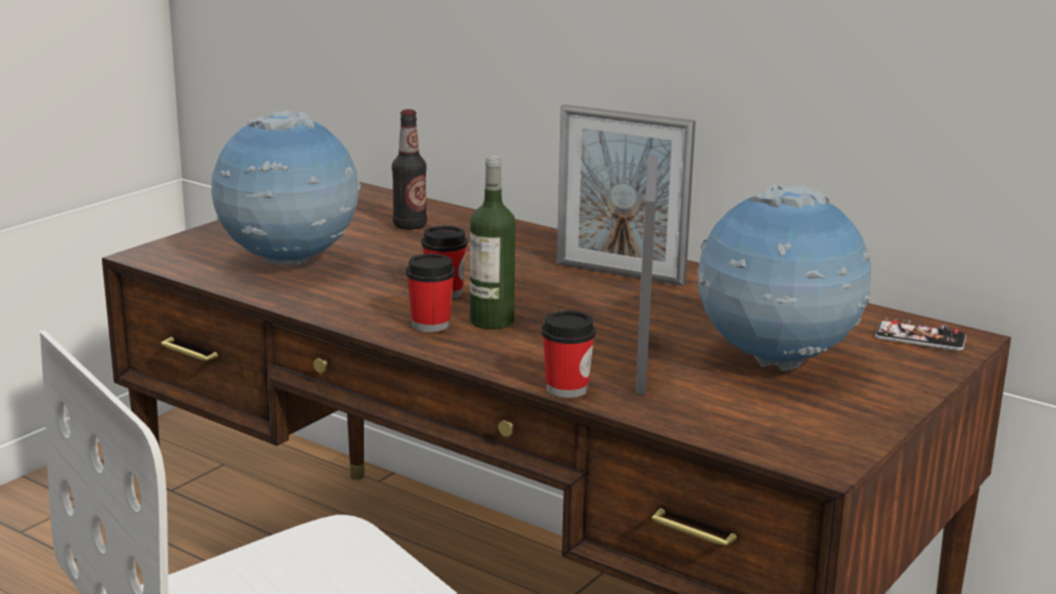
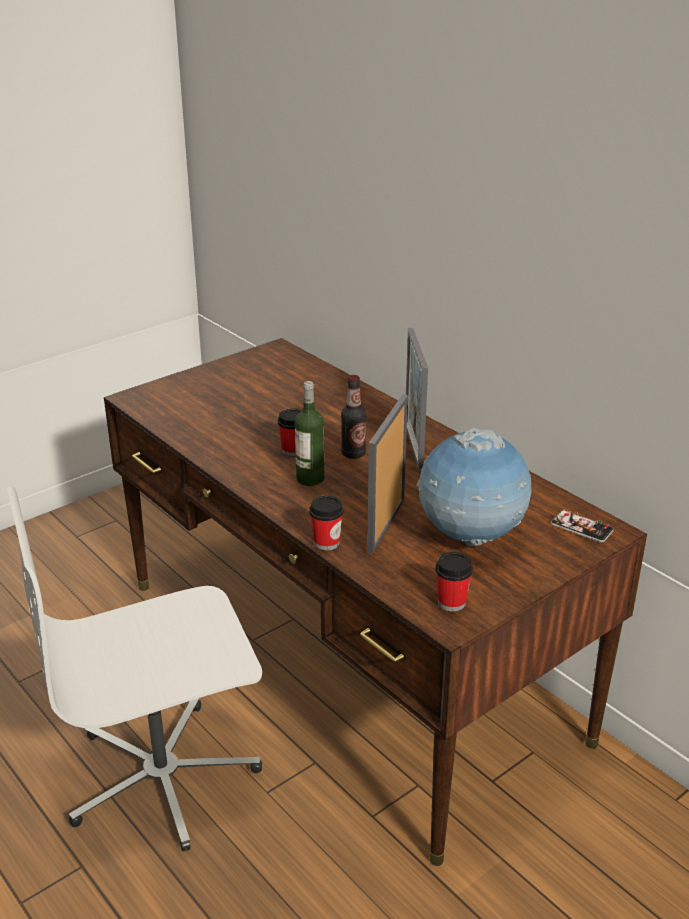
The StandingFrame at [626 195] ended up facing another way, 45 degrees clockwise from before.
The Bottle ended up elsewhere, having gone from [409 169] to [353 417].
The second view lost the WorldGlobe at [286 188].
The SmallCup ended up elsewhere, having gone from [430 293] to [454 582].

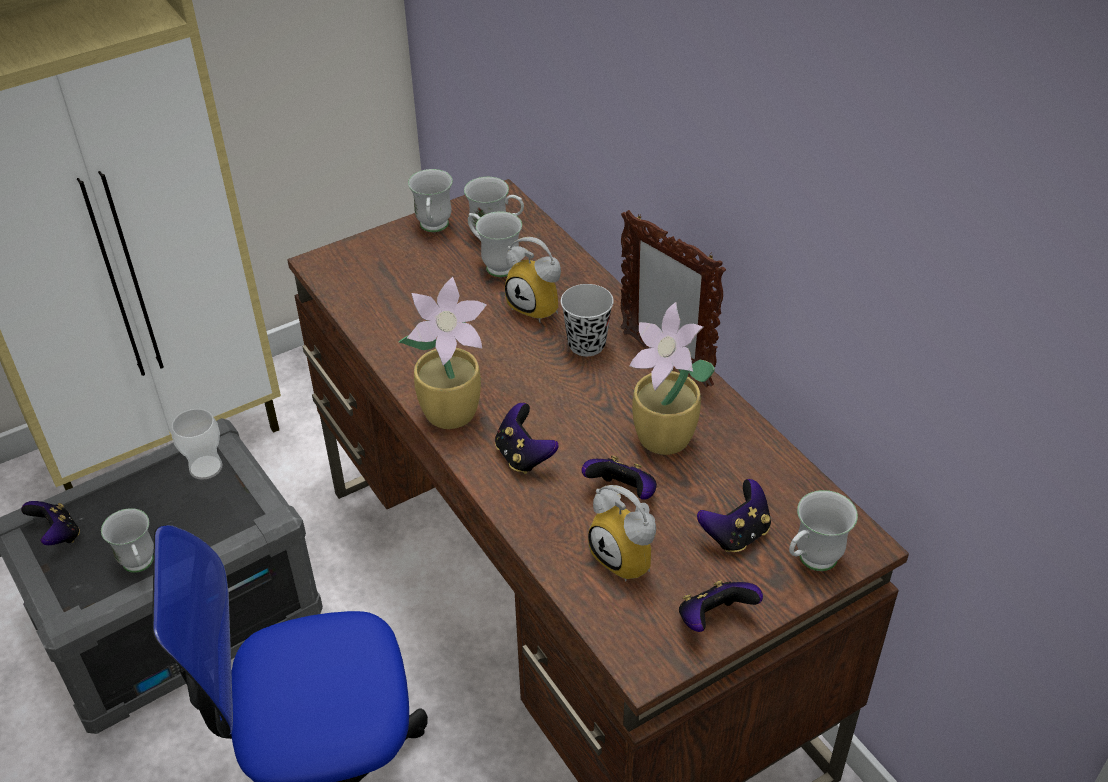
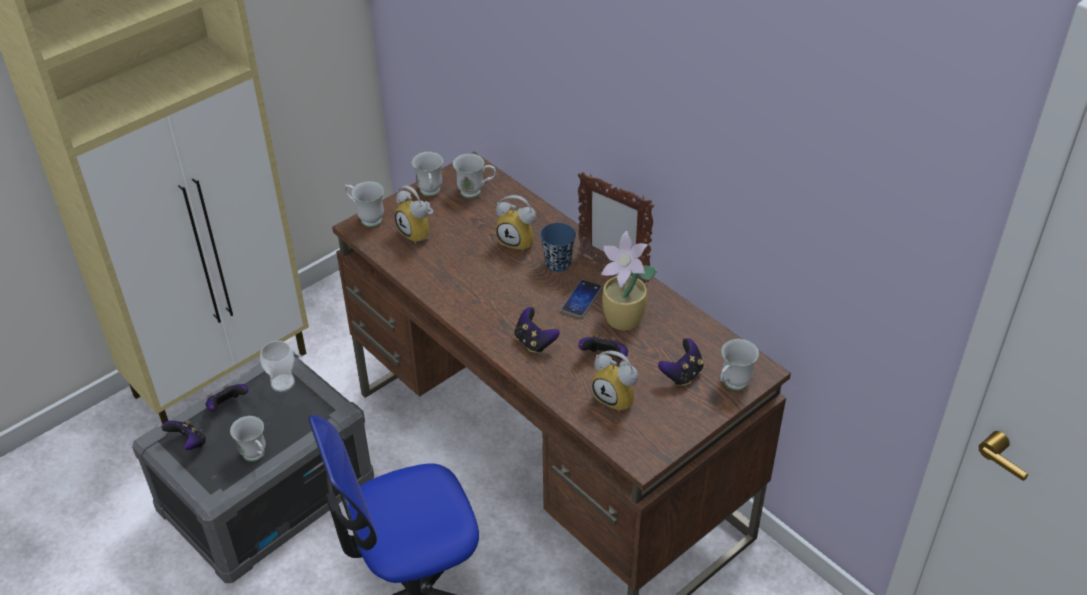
The WhiteColouredTeaMug ended up elsewhere, having gone from [495 244] to [364 204].
The second view lost the Houseplant at [443 353].
What was the BlackColouredSmallCup at [587 320] turned into the BlueColouredSmallCup at [558 247].
The Joypad ended up elsewhere, having gone from [721 606] to [227 397].
The second view gained the TableClock at [414 215].
The second view gained the Handset at [581 299].

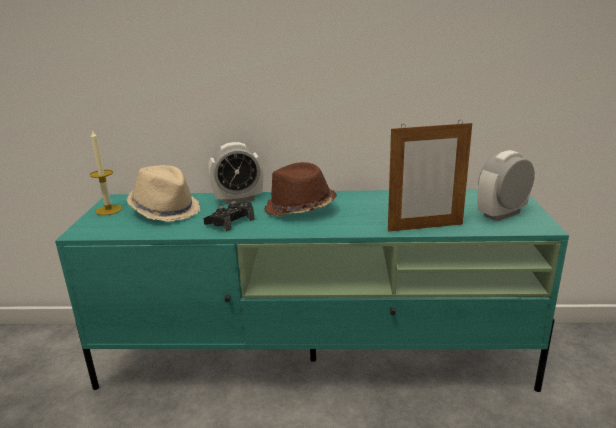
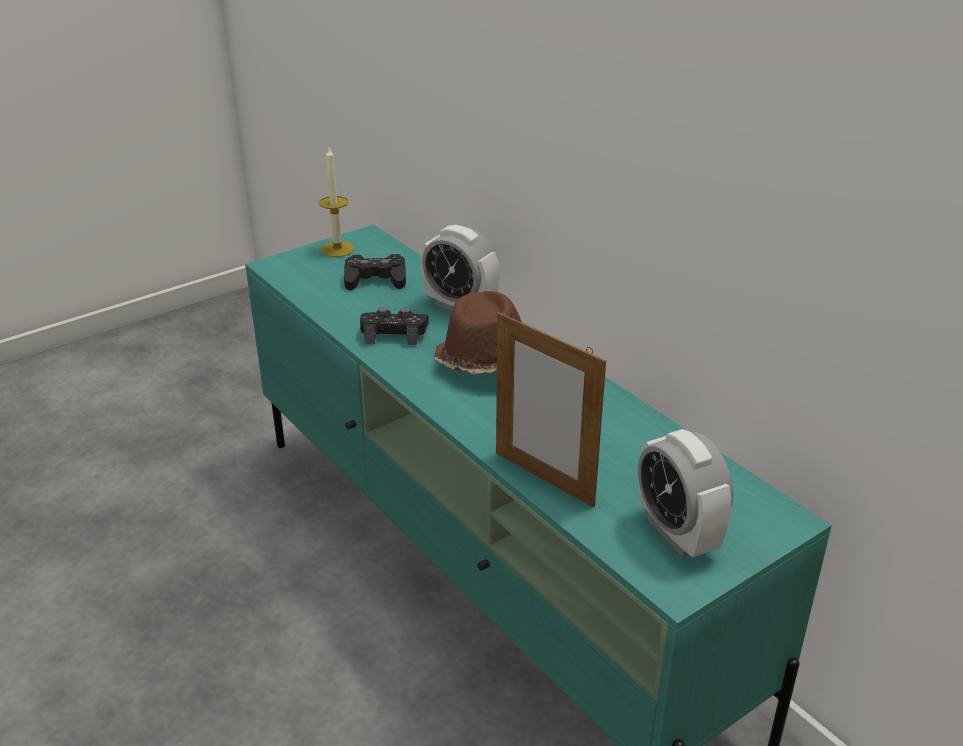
The TableClock at [506 185] ended up facing another way, 135 degrees counterclockwise from before.
Where the BeigeColouredClothingHat stood at [163 193], the BlackColouredJoypad came to stand at [375 272].

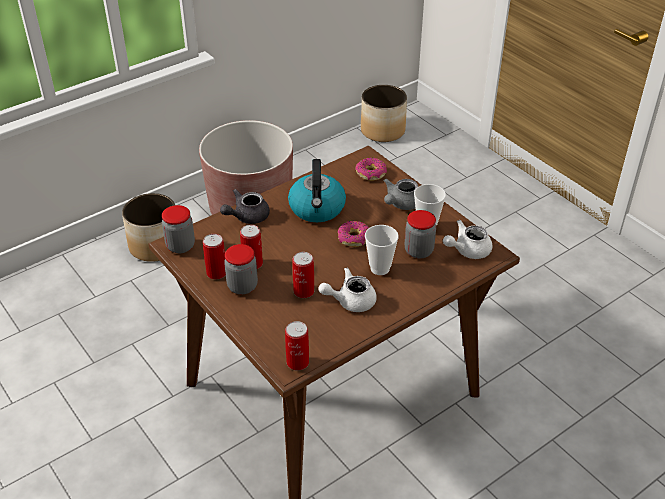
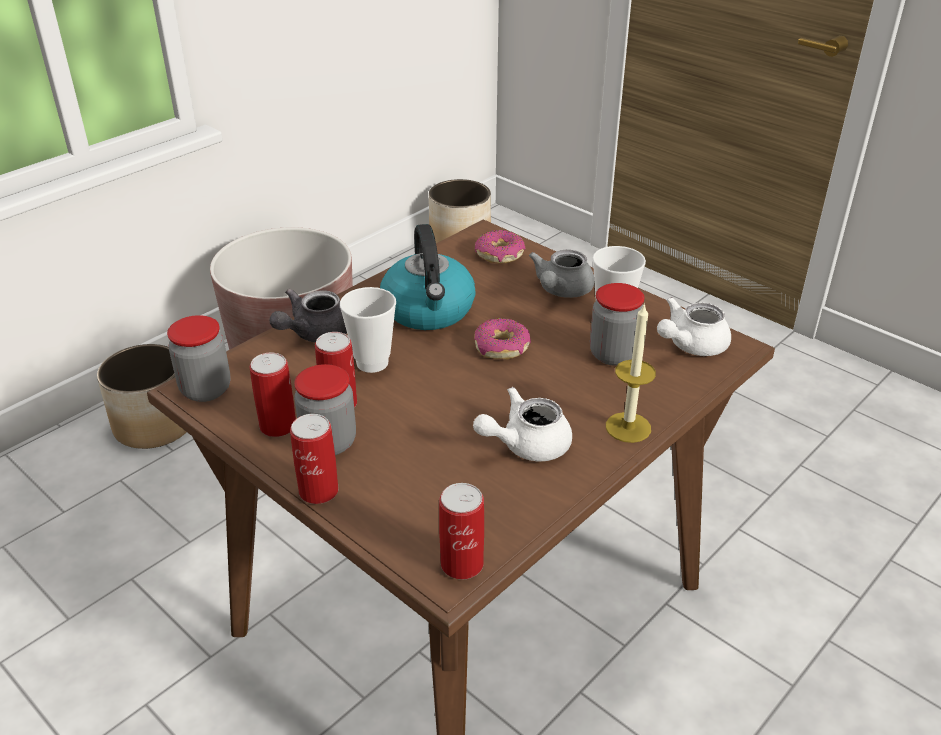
The SmallCup ended up elsewhere, having gone from [382 250] to [368 330].
The SealedCan ended up elsewhere, having gone from [303 275] to [314 459].
The second view gained the WaxLight at [631 372].

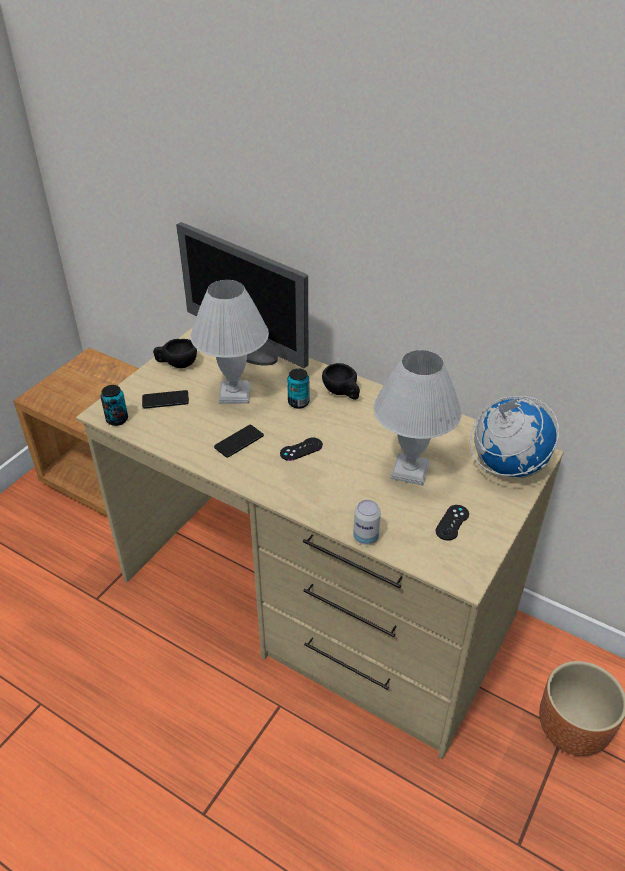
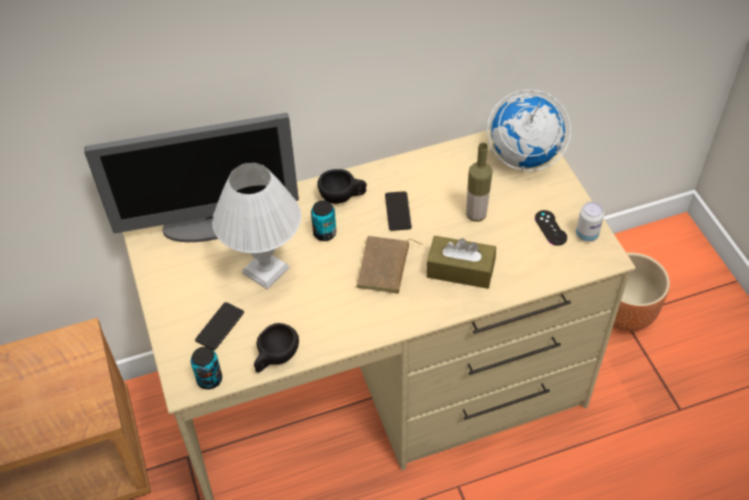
The BlackColouredSmallCup ended up elsewhere, having gone from [175 353] to [276 347].
Where the WhiteColouredTableLamp stood at [417 418], the Bottle came to stand at [479 182].
The Handset ended up elsewhere, having gone from [239 441] to [398 211].
Where the BlackColouredJoypad stood at [301 449], the BrownColouredBook came to stand at [389 265].
The SealedCan ended up elsewhere, having gone from [367 522] to [590 222].
The second view gained the BrownColouredBoxOfTissues at [461 262].

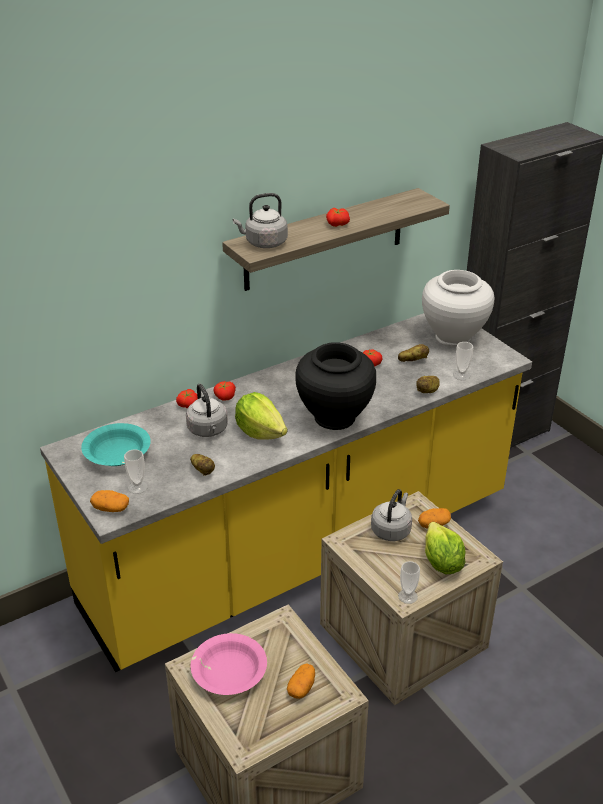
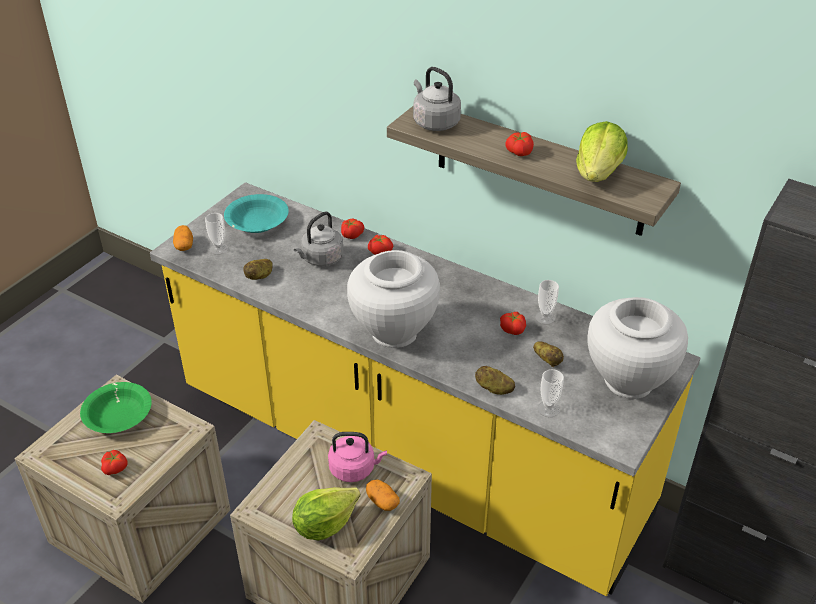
What was the BlackColouredVase at [335 386] turned into the WhiteColouredVase at [393 299].
The HeadOfLettuce ended up elsewhere, having gone from [261 416] to [602 151].
What was the GrayTeaKettle at [391 515] turned into the PinkishTeaKettle at [357 457].
The SmallCup ended up elsewhere, having gone from [409 582] to [547 302].
What was the PinkishServingBowl at [229 664] turned into the GreenColouredServingBowl at [116 407].
Where the Potato stood at [301 681], the WholeTomato came to stand at [114 462].

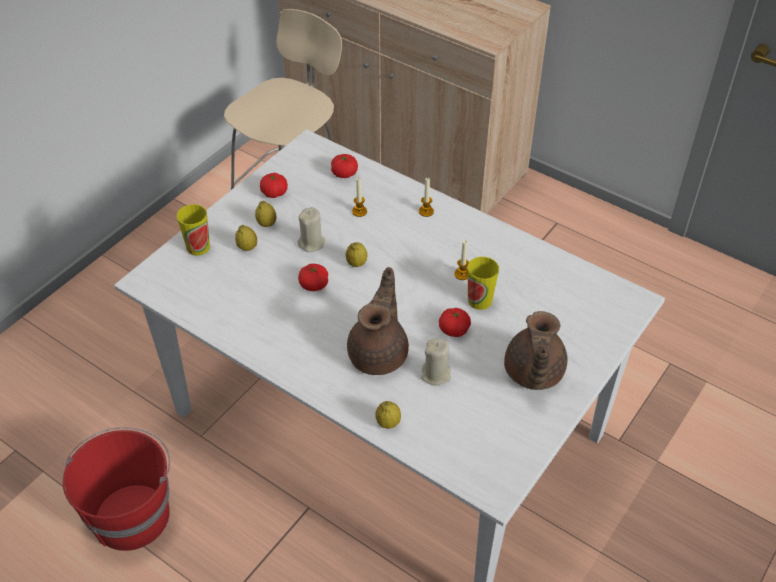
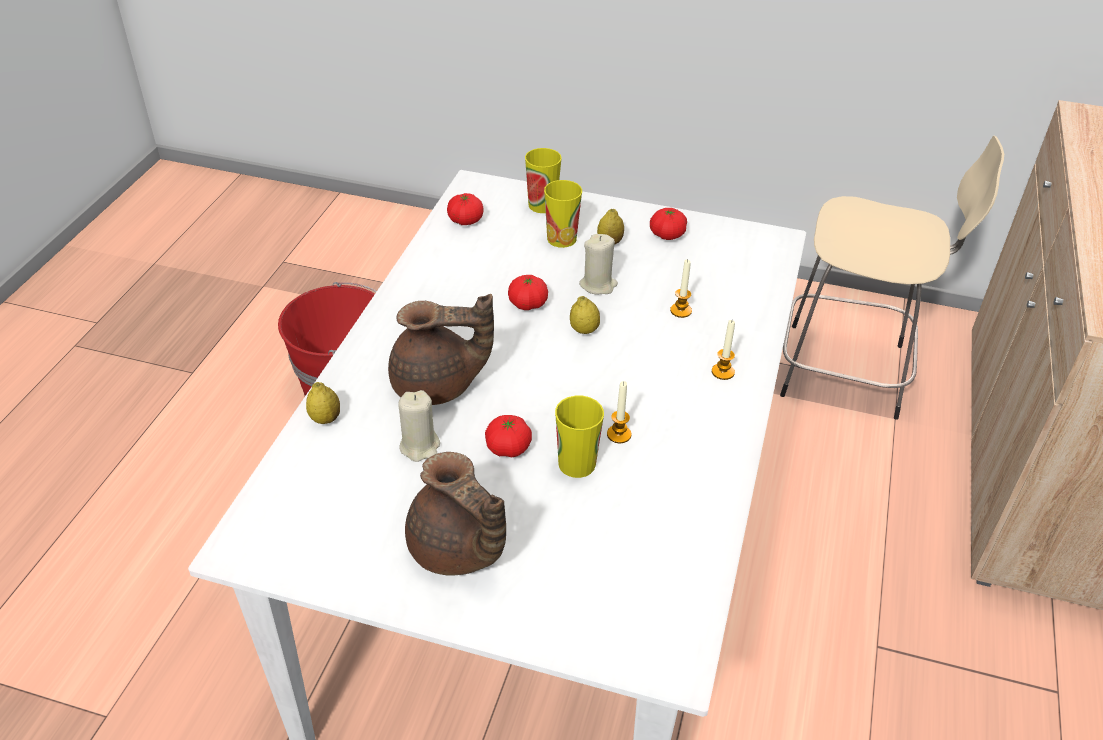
The WholeTomato ended up elsewhere, having gone from [344 166] to [465 209].
Where the Lemon stood at [246 238], the SmallCup came to stand at [563 214].
The BrownColouredTeaPot at [535 350] ended up facing another way, 120 degrees counterclockwise from before.

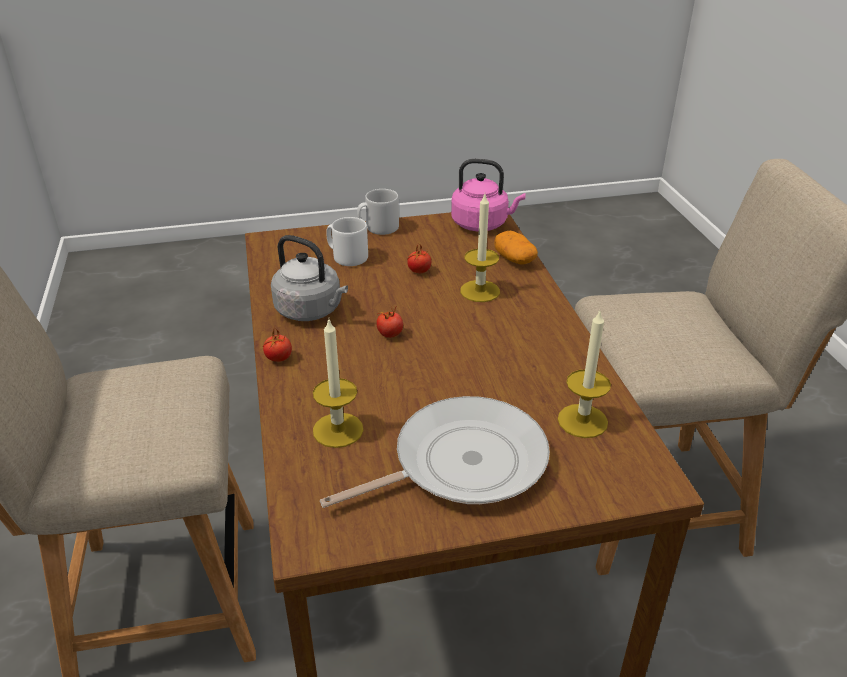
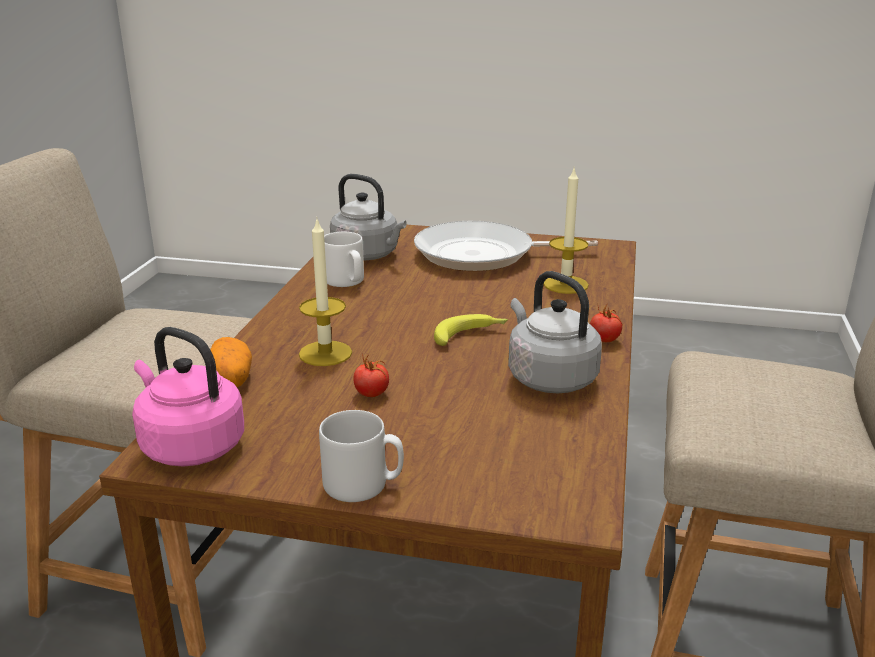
The WhiteColouredTeaMug ended up elsewhere, having gone from [347 241] to [344 259].
Where the WholeTomato stood at [389 322], the BananaFruit came to stand at [471 330].
Where the WaxLight stood at [584 374], the GrayTeaKettle came to stand at [368 217].

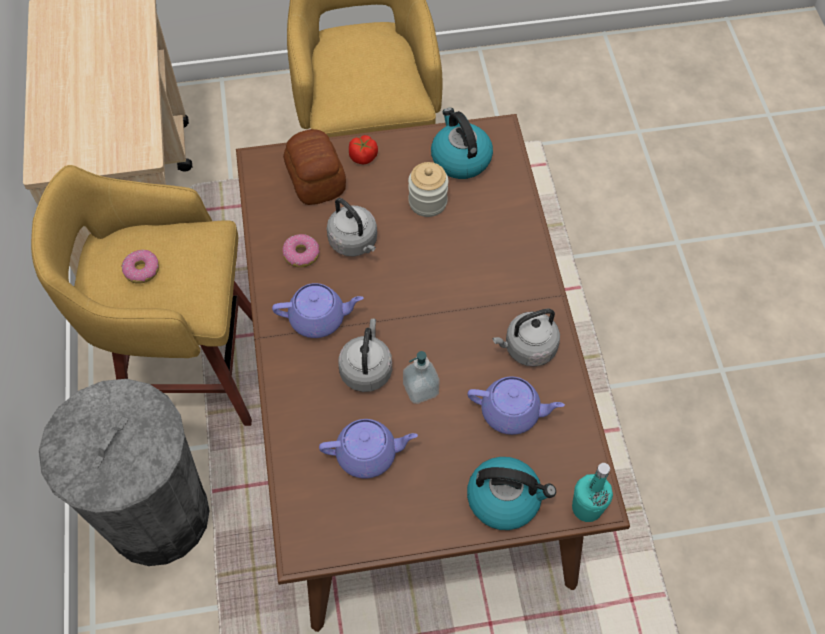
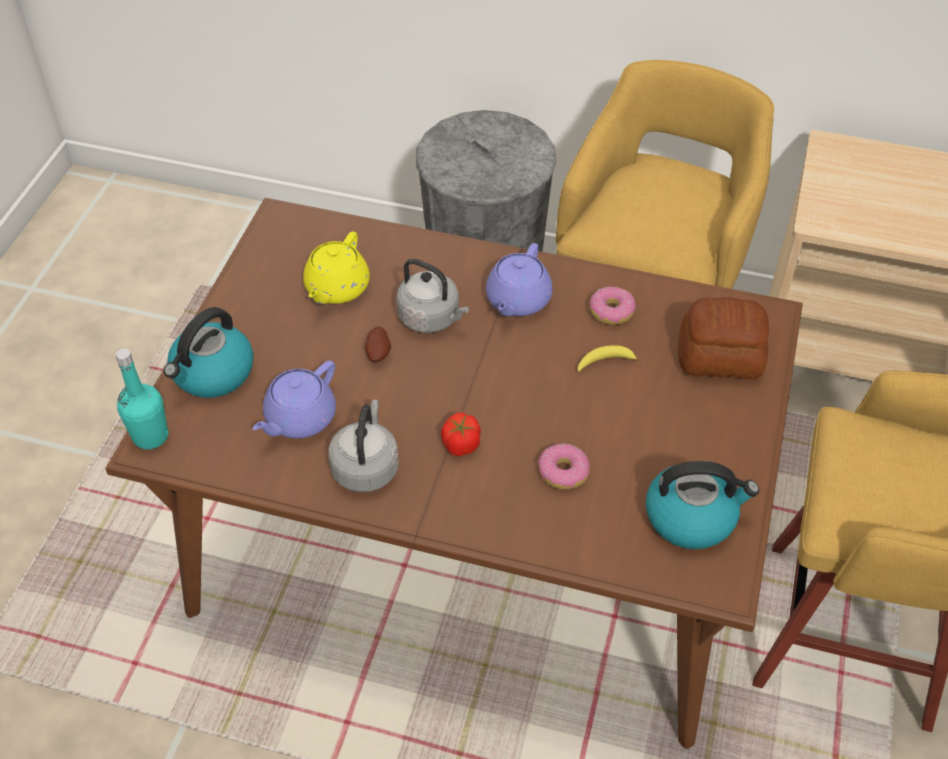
The WholeTomato ended up elsewhere, having gone from [363 150] to [461 434].
The second view lost the StorageJar at [428 189].
Where the GrayTeaKettle stood at [352 227], the BananaFruit came to stand at [608 358].
The RingDoughnut ended up elsewhere, having gone from [140 267] to [564 466].
Where the SoapBottle stood at [421 377], the Potato came to stand at [378 344].
What was the PurpleTeaPot at [368 448] turned into the YellowTeaPot at [336 268].

